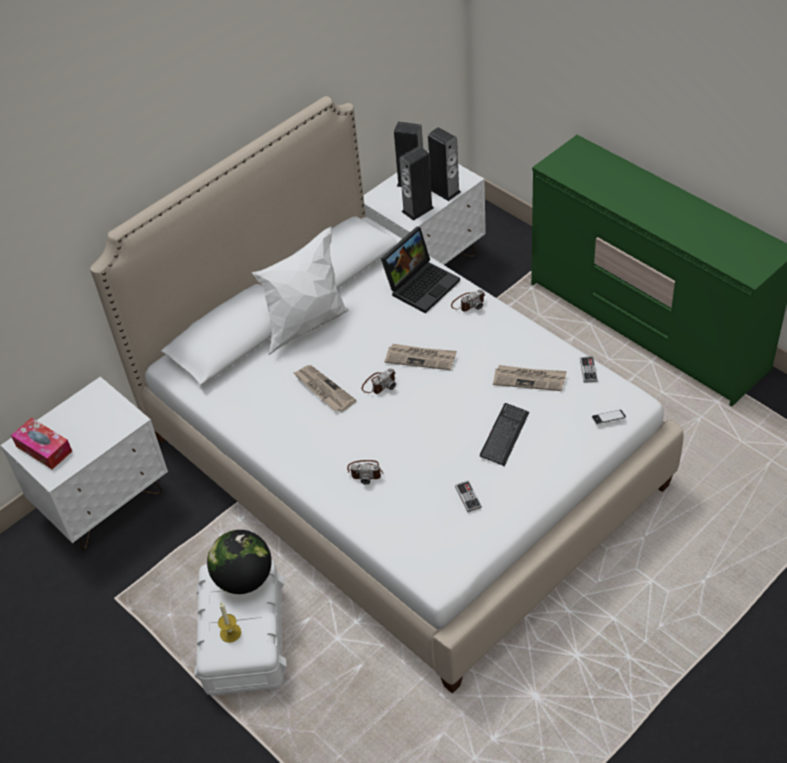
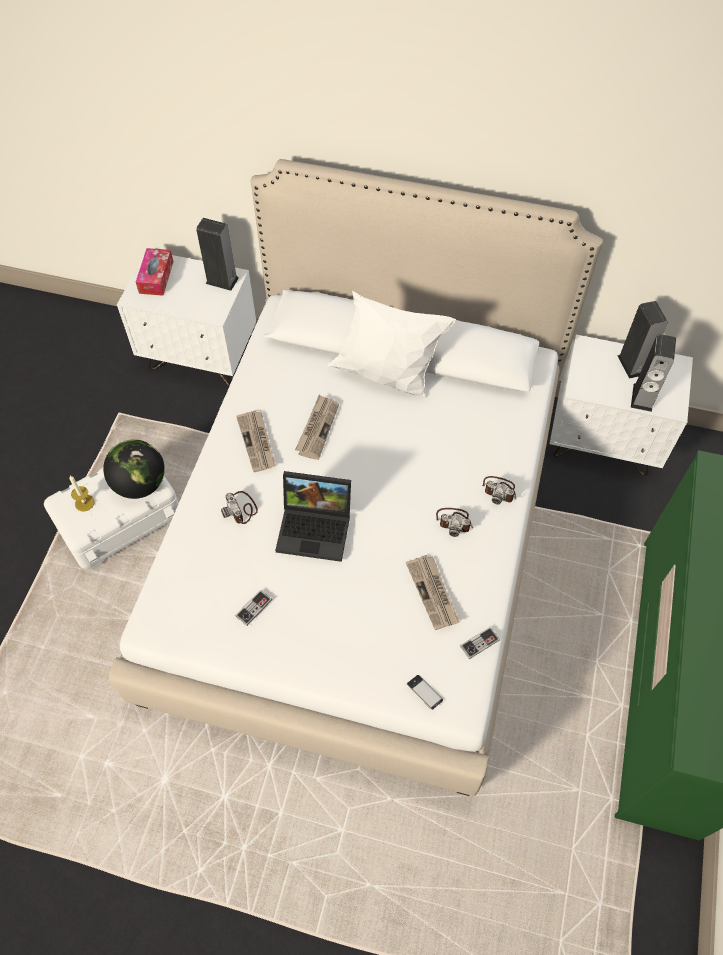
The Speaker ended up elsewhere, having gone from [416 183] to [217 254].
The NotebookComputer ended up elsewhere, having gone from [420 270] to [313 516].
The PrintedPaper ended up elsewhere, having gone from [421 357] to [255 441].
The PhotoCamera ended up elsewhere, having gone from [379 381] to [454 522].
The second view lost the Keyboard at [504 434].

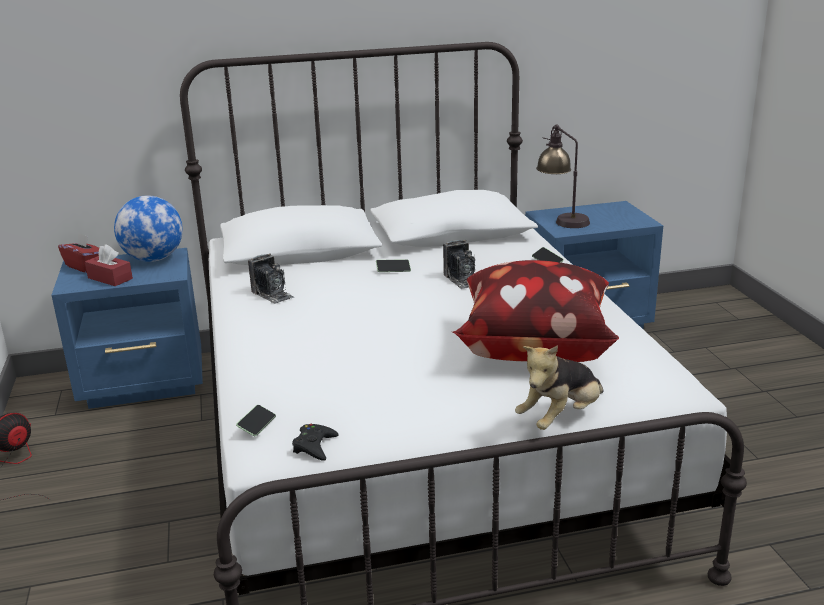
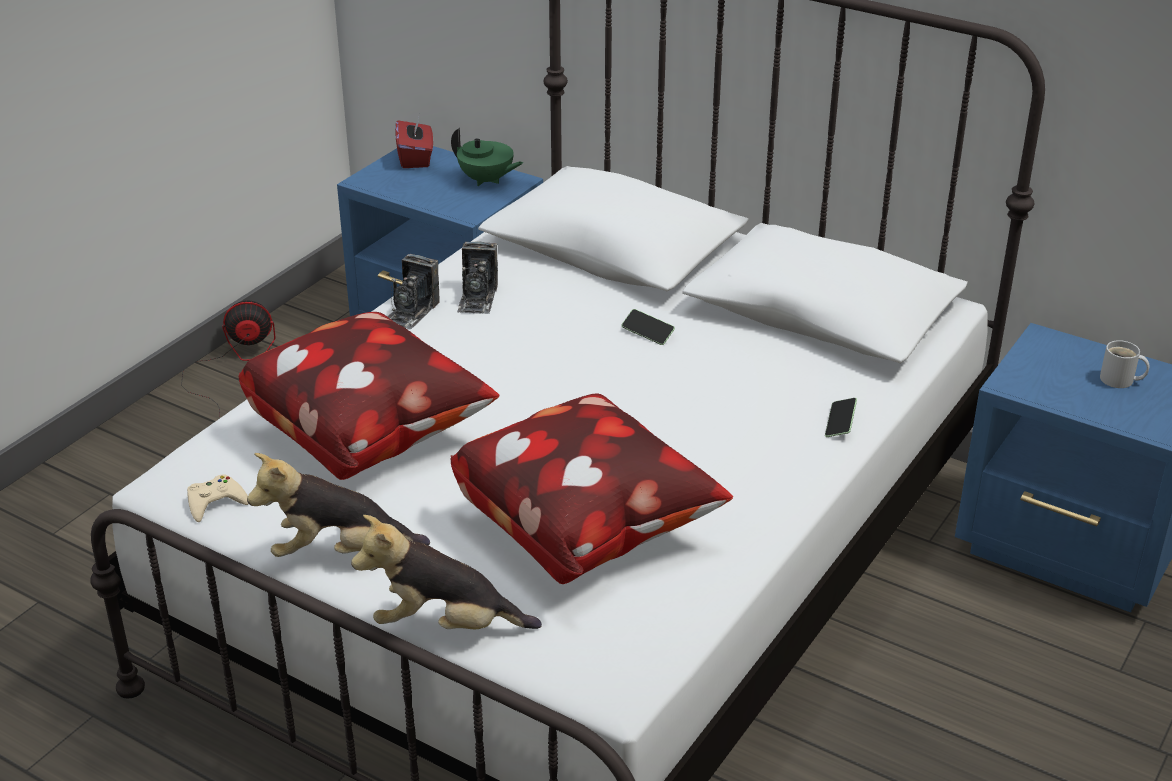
The second view lost the TableLamp at [563 176].
Where the WorldGlobe stood at [148 228], the GreenColouredTeaPot came to stand at [487 157].
The PhotoCamera ended up elsewhere, having gone from [459 264] to [413 292].
The second view lost the ReddishBoxOfTissues at [109 265].
The second view lost the Handset at [256 420].
What was the BlackColouredJoypad at [315 442] turned into the BeigeColouredJoypad at [218 498].
The second view gained the Cushion at [369 396].
The second view gained the WhiteColouredTeaMug at [1124 364].
The second view gained the SoftToy at [338 505].

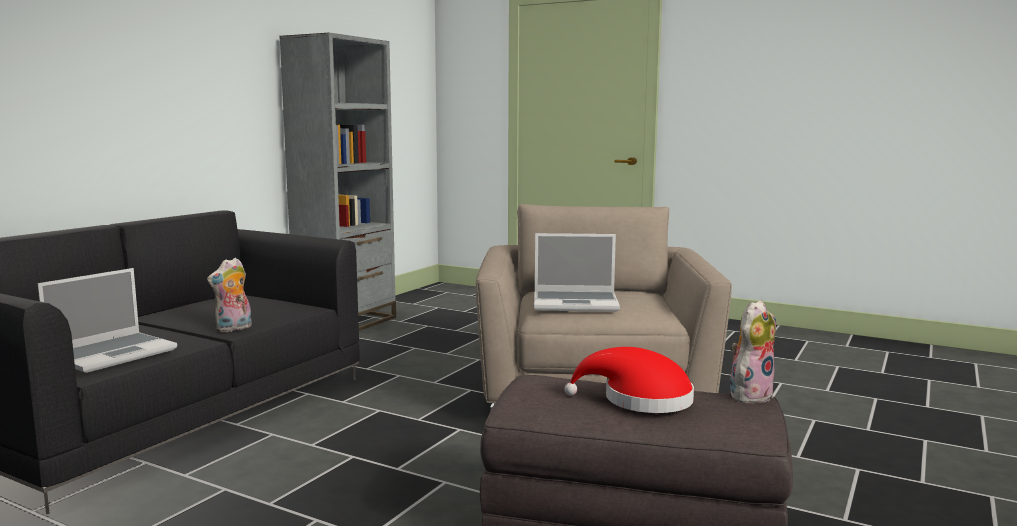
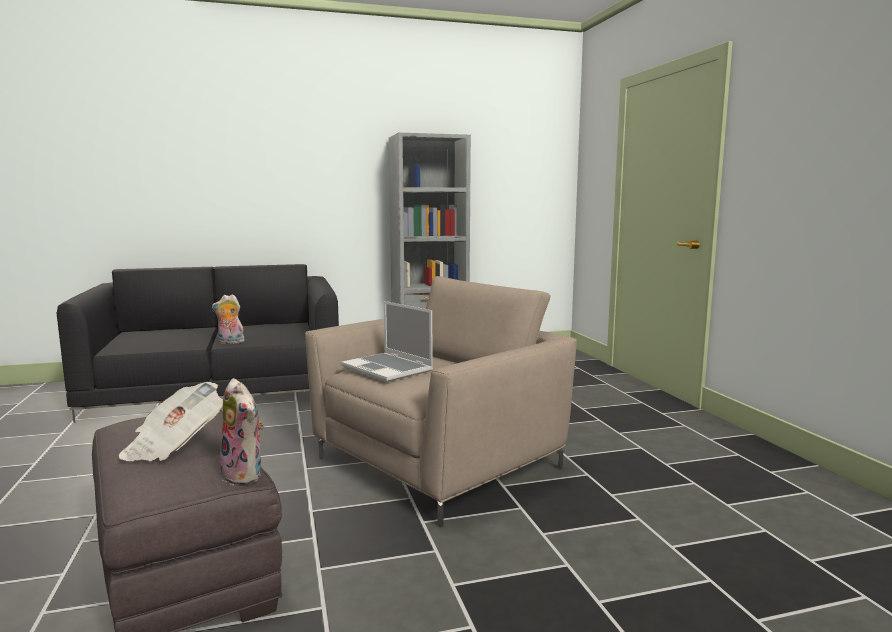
The second view lost the NotebookComputer at [107 320].
The SoftToy at [753 352] ended up facing another way, 45 degrees clockwise from before.
Where the ReddishClothingHat stood at [629 380], the PrintedPaper came to stand at [171 421].

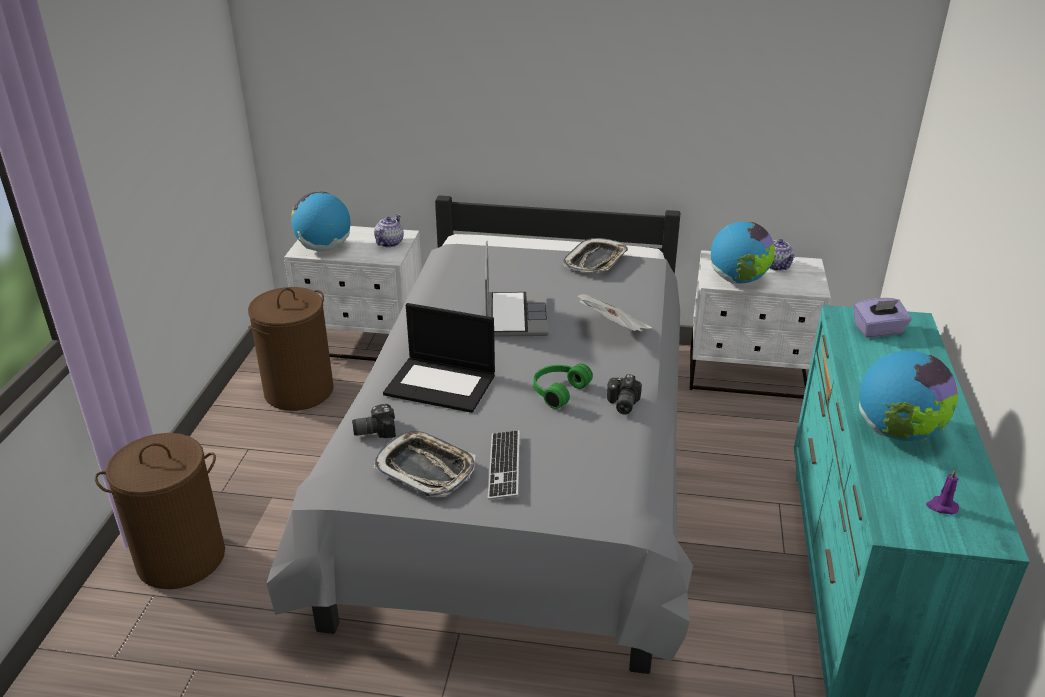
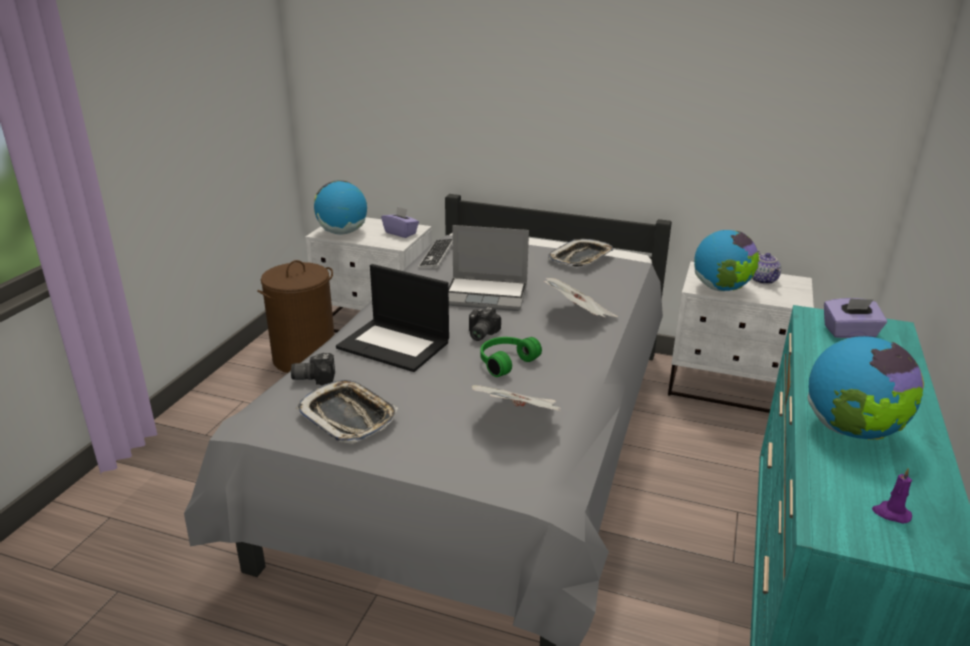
Where the TeaPot stood at [389 230], the PurpleBoxOfTissues came to stand at [400 222].
The NotebookComputer at [516 289] ended up facing another way, 90 degrees clockwise from before.
The PhotoCamera ended up elsewhere, having gone from [624 394] to [485 324].
The Keyboard ended up elsewhere, having gone from [504 465] to [435 254].
The second view lost the BrownColouredLaundryBasket at [160 511].
The second view gained the PrintedPaper at [516 398].

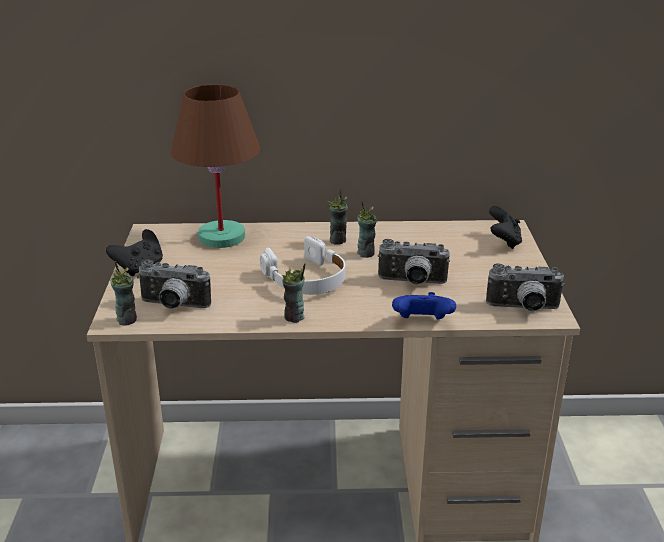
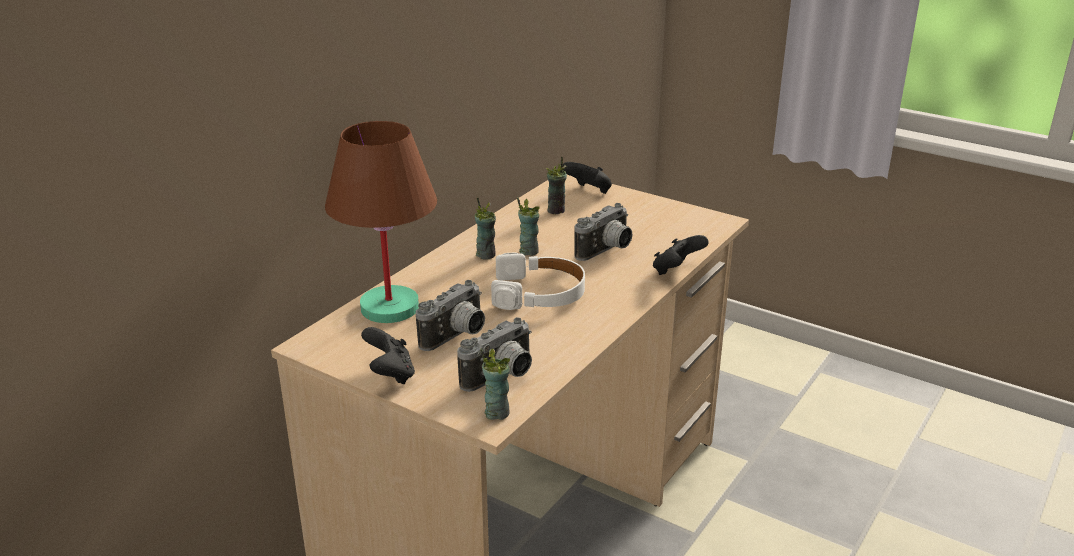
The SmallCup ended up elsewhere, having gone from [294 293] to [556 185].
The PhotoCamera ended up elsewhere, having gone from [525 287] to [450 315].
What was the BlueColouredJoypad at [424 306] turned into the BlackColouredJoypad at [681 255].

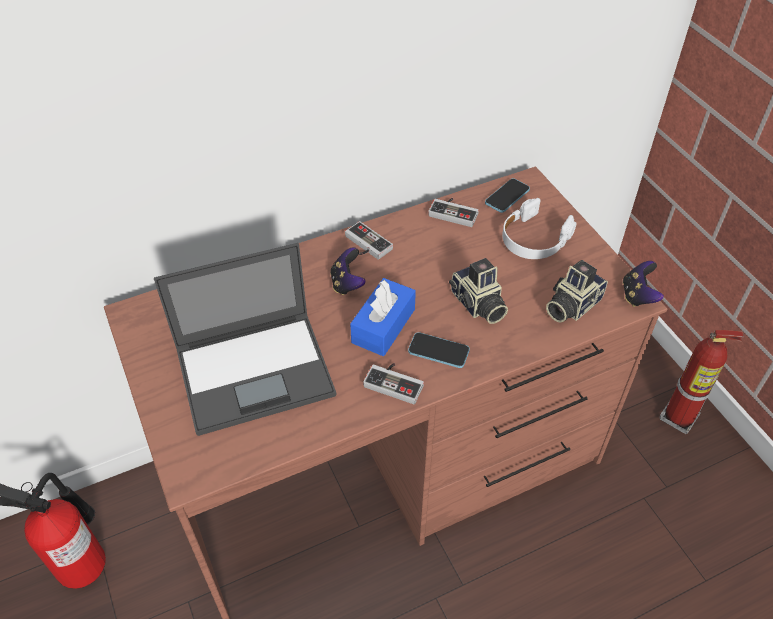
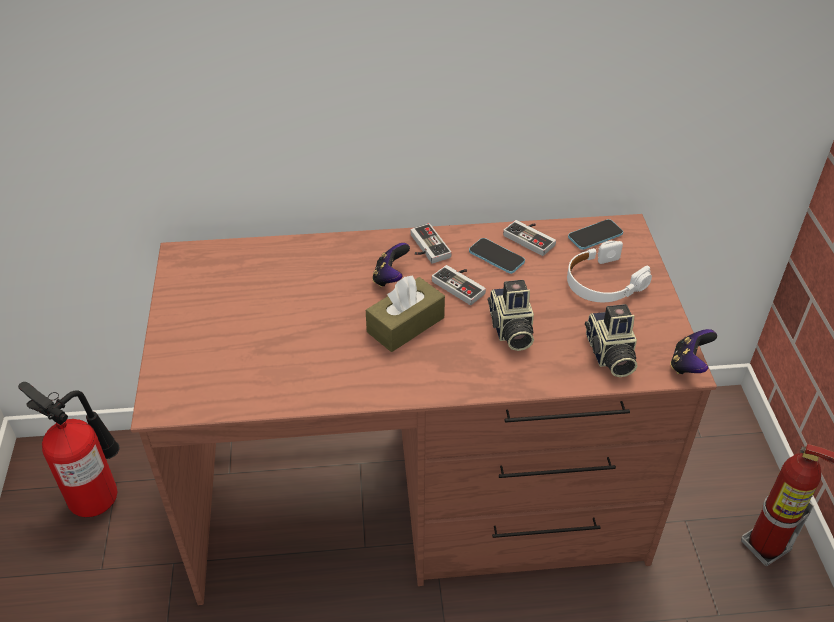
The second view lost the NotebookComputer at [245 339].
The PhotoCamera at [577 291] ended up facing another way, 75 degrees counterclockwise from before.
What was the BlueColouredBoxOfTissues at [383 317] turned into the BrownColouredBoxOfTissues at [405 314].
The Handset ended up elsewhere, having gone from [439 350] to [497 256].
The Joypad ended up elsewhere, having gone from [393 383] to [459 285].

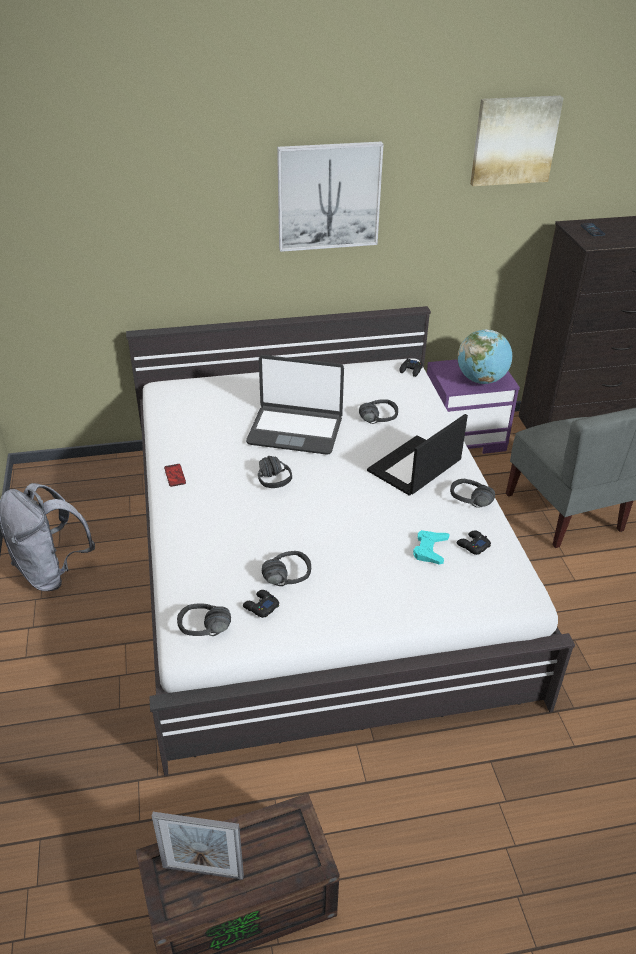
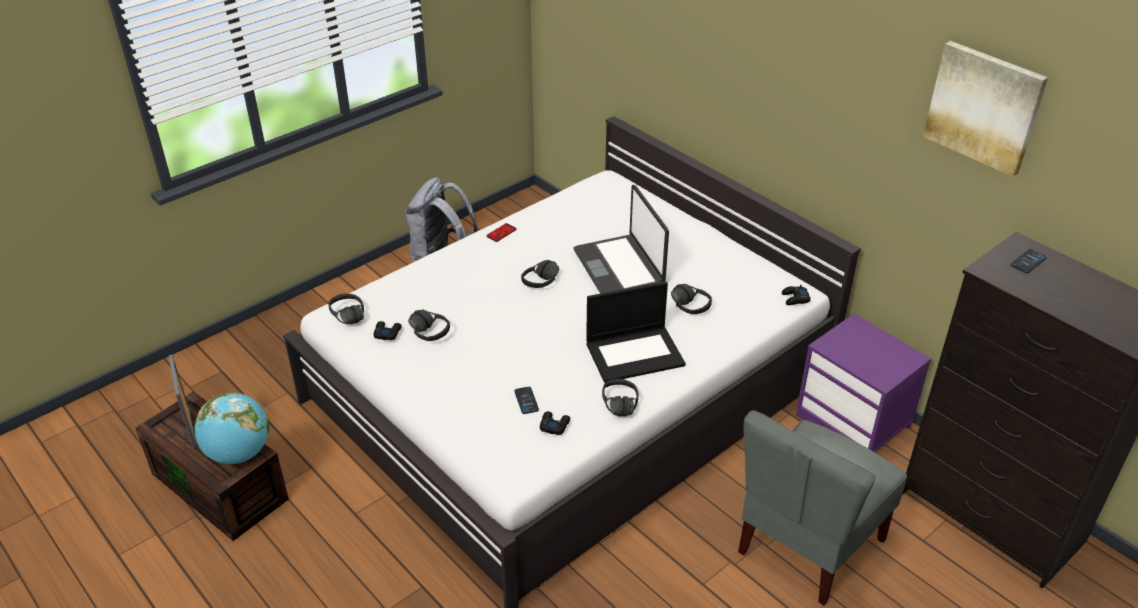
The second view lost the WallPicture at [330 197].
The WorldGlobe ended up elsewhere, having gone from [484 356] to [232 428].
The NotebookComputer at [417 455] ended up facing another way, 150 degrees clockwise from before.
Where the BlueGreenJoypad stood at [431 547], the Handset came to stand at [527 400].

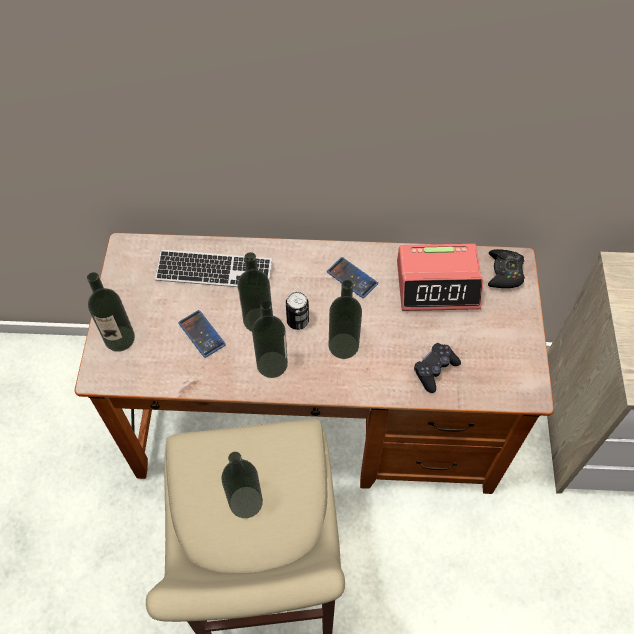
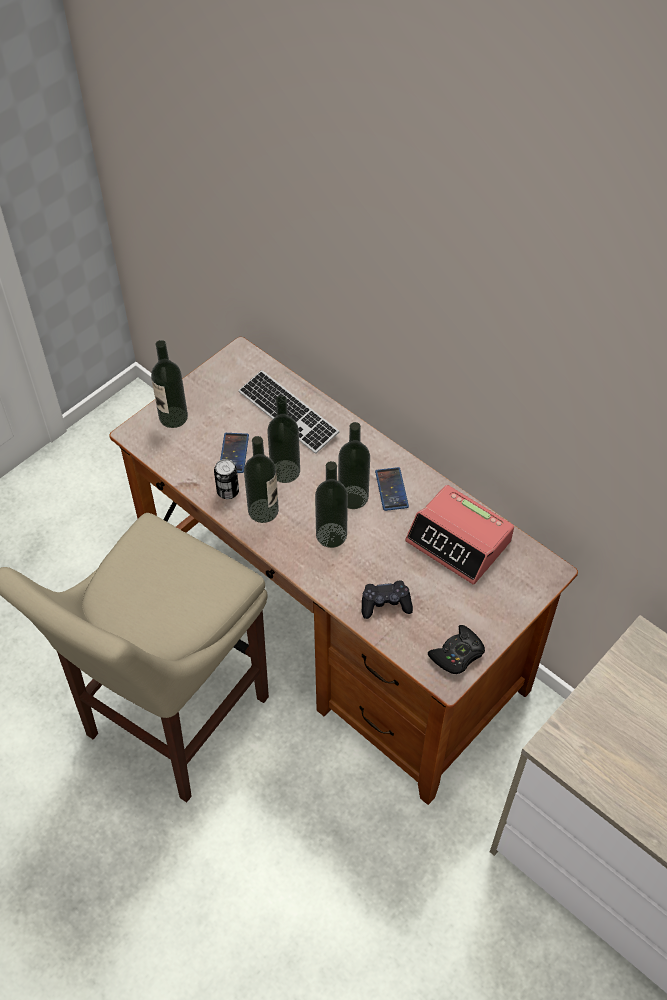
The BlackColouredJoypad ended up elsewhere, having gone from [506 268] to [456 649].
The SealedCan ended up elsewhere, having gone from [297 311] to [226 479].
The Bottle ended up elsewhere, having gone from [242 485] to [354 465].

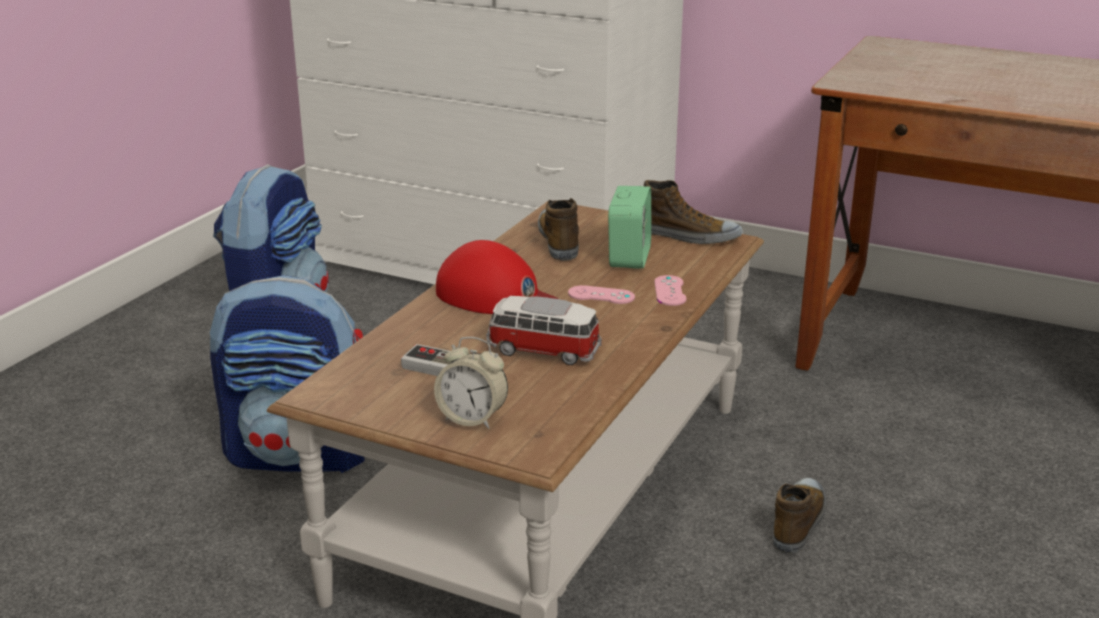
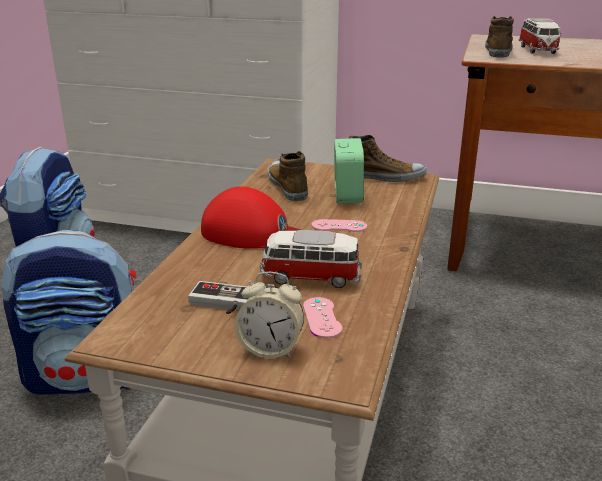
The PinkishJoypad ended up elsewhere, having gone from [670 290] to [322 317].
The Shoe ended up elsewhere, having gone from [799 516] to [499 37].
The second view gained the MiniatureCar at [540 36].

